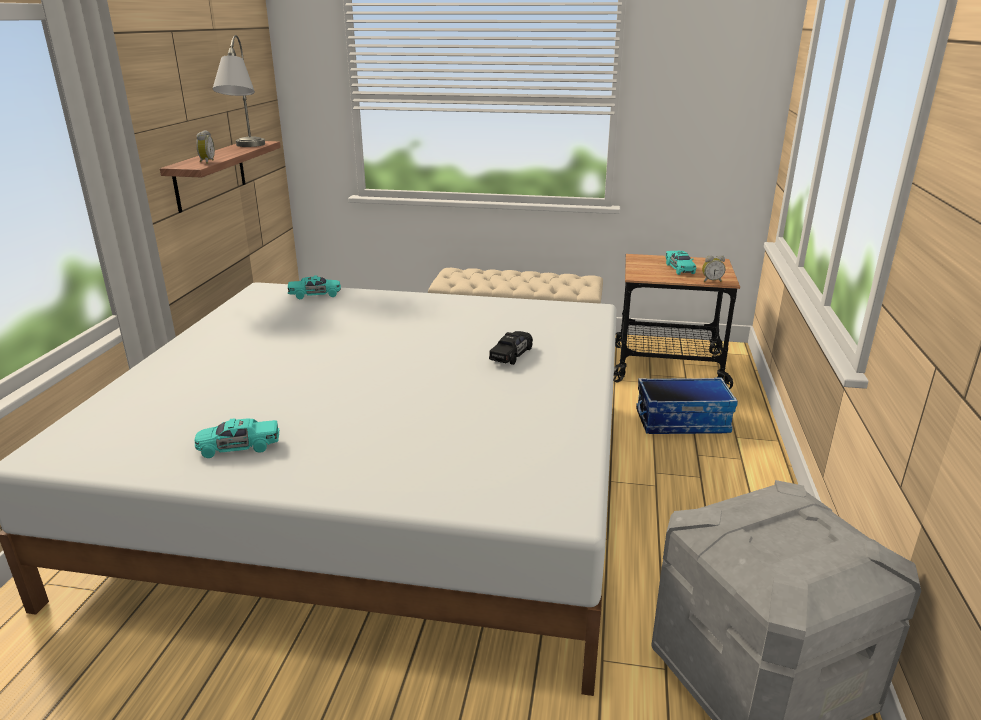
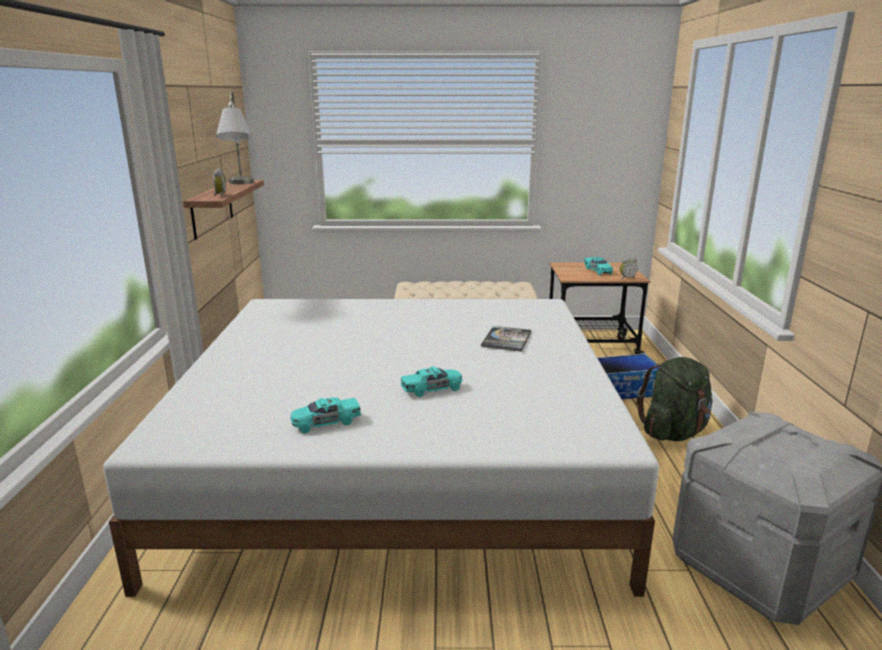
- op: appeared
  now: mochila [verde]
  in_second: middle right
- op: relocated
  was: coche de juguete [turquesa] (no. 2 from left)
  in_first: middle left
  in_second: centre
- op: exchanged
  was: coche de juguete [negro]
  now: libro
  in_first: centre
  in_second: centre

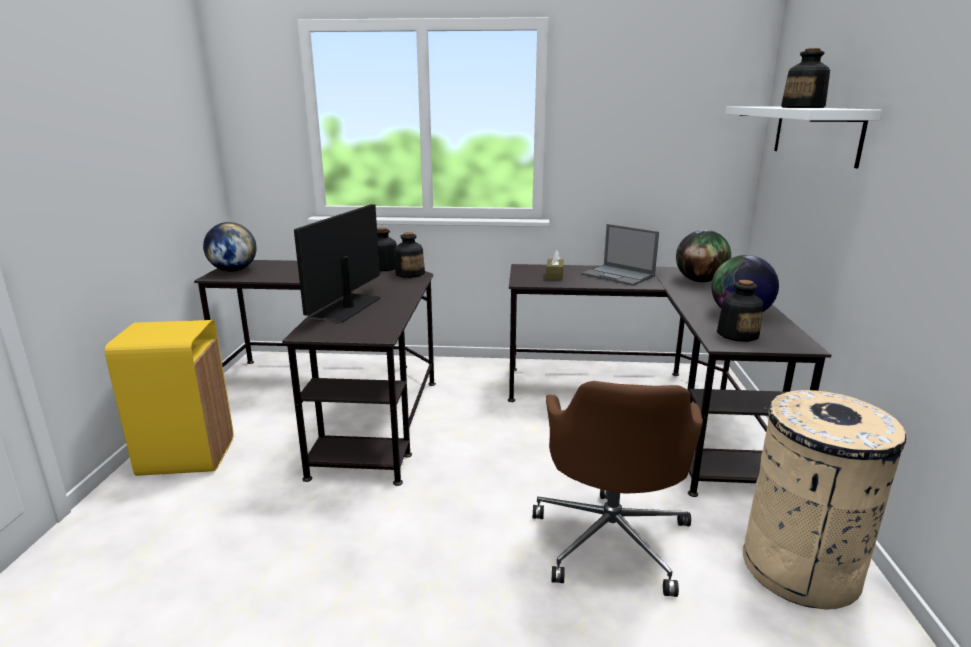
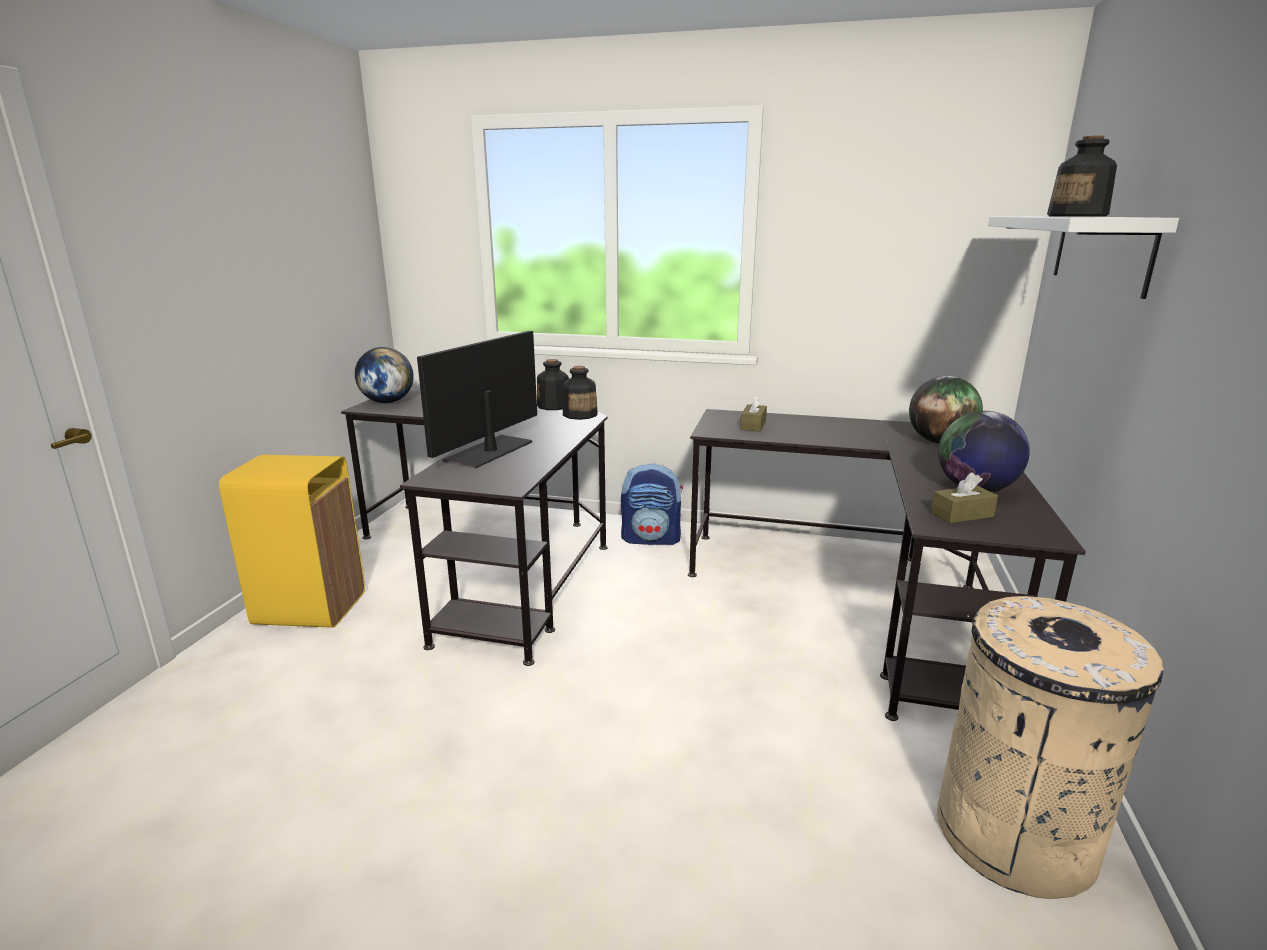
- op: missing
  was: silla de oficina [marrón]
  in_first: bottom centre
- op: missing
  was: portátil
  in_first: centre
- op: appeared
  now: mochila
  in_second: centre
- op: exchanged
  was: botella (no. 3 from left)
  now: caja de pañuelos [marrón] (no. 2 from left)
  in_first: middle right
  in_second: middle right

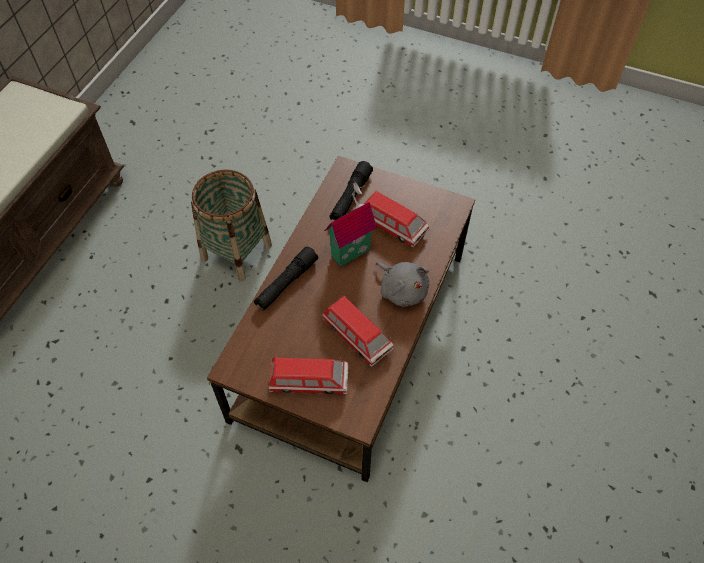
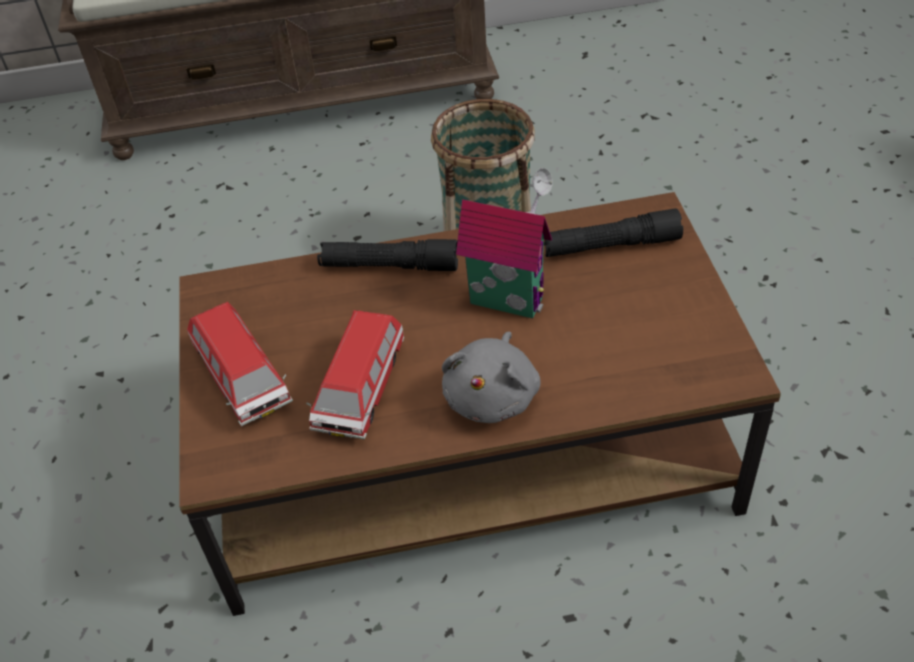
- op: missing
  was: coche de juguete (no. 3 from left)
  in_first: centre

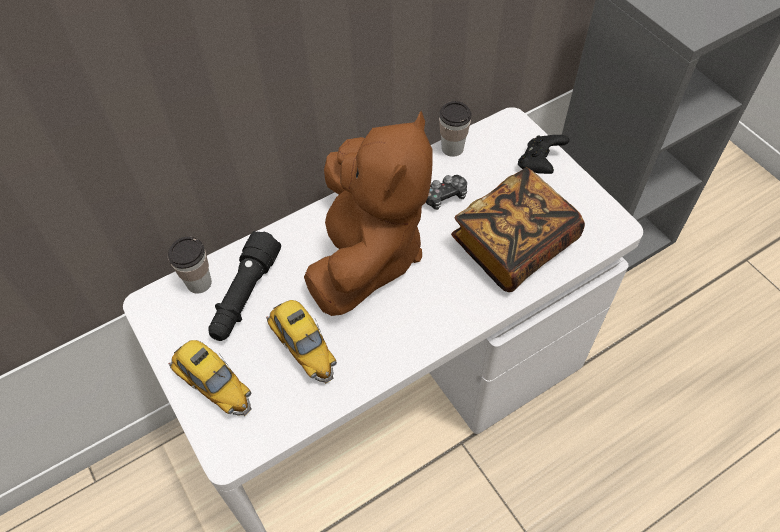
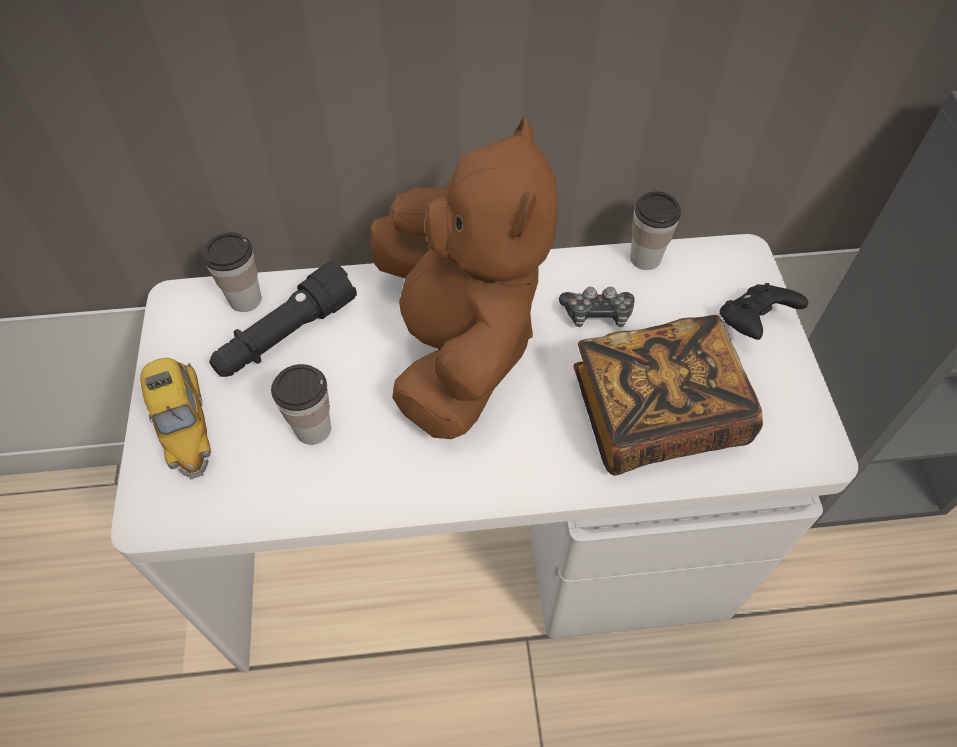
- op: exchanged
  was: coche de juguete (no. 2 from left)
  now: taza (no. 2 from left)
  in_first: centre
  in_second: middle left
- op: spun
  was: peluche [marrón]
  in_first: centre
  in_second: centre
  clockwise: -45

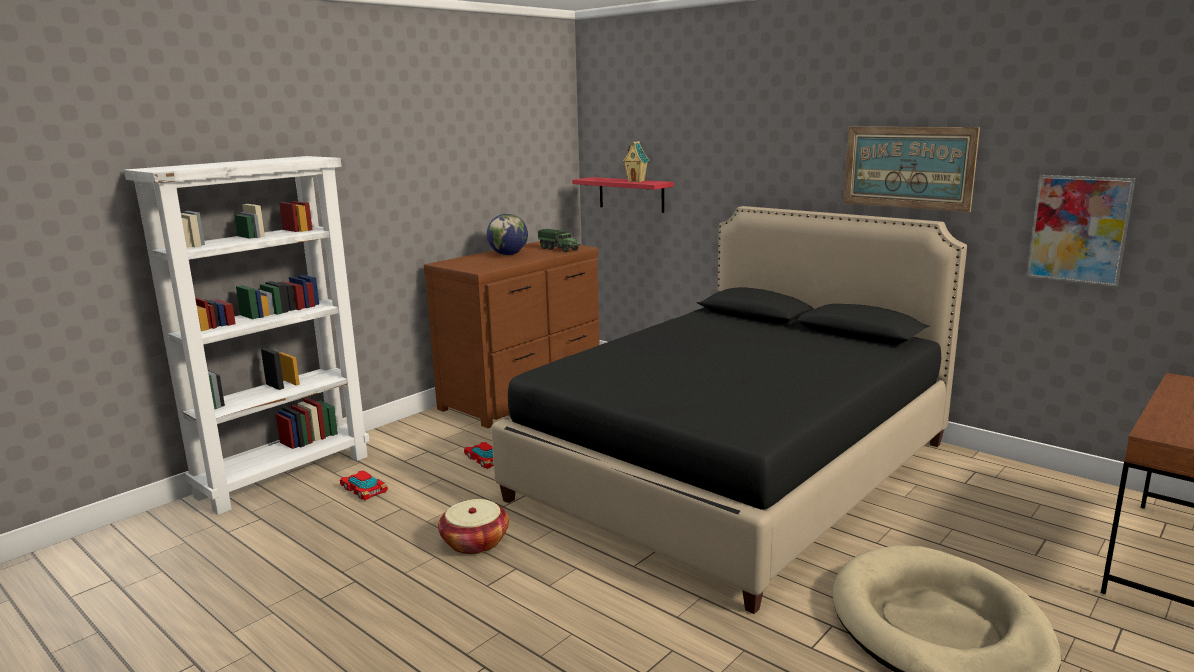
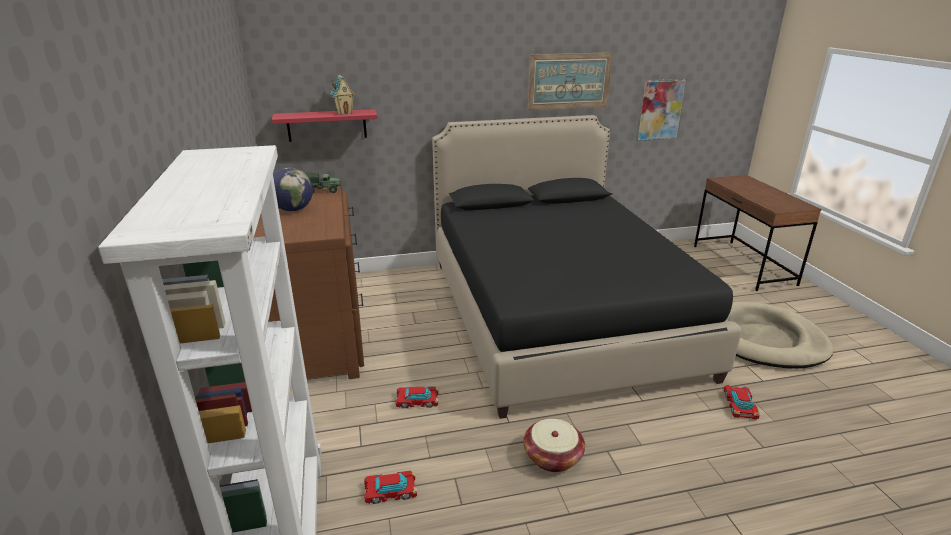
- op: appeared
  now: coche de juguete (no. 3 from left)
  in_second: bottom right

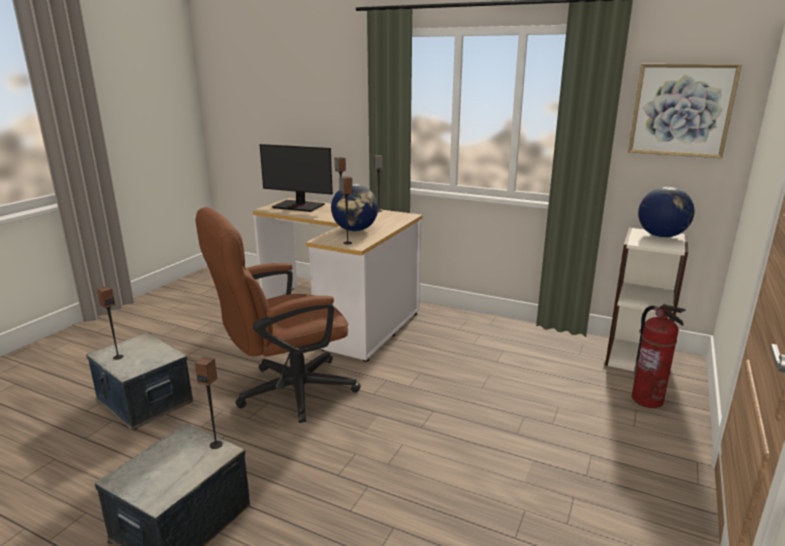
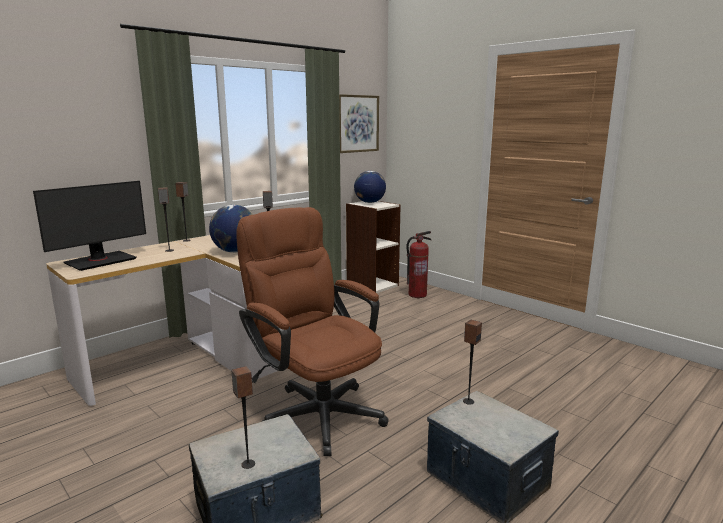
- op: spun
  was: silla de oficina [marrón]
  in_first: centre
  in_second: centre
  clockwise: 150

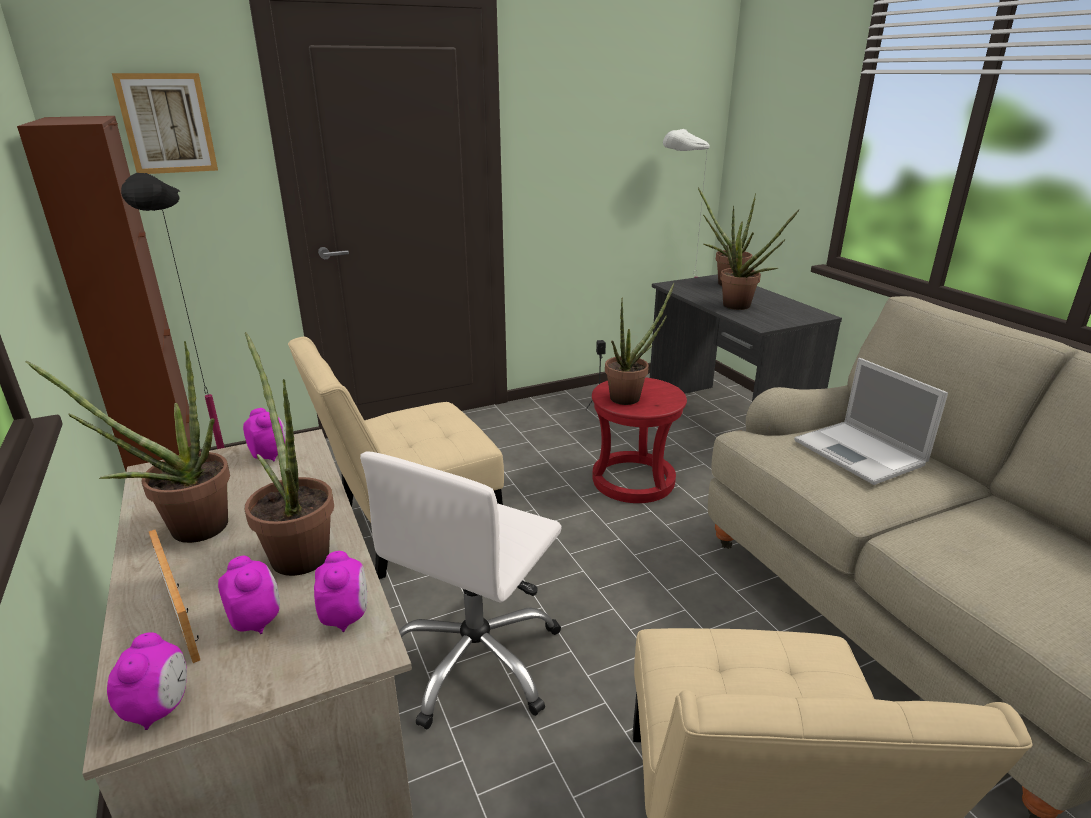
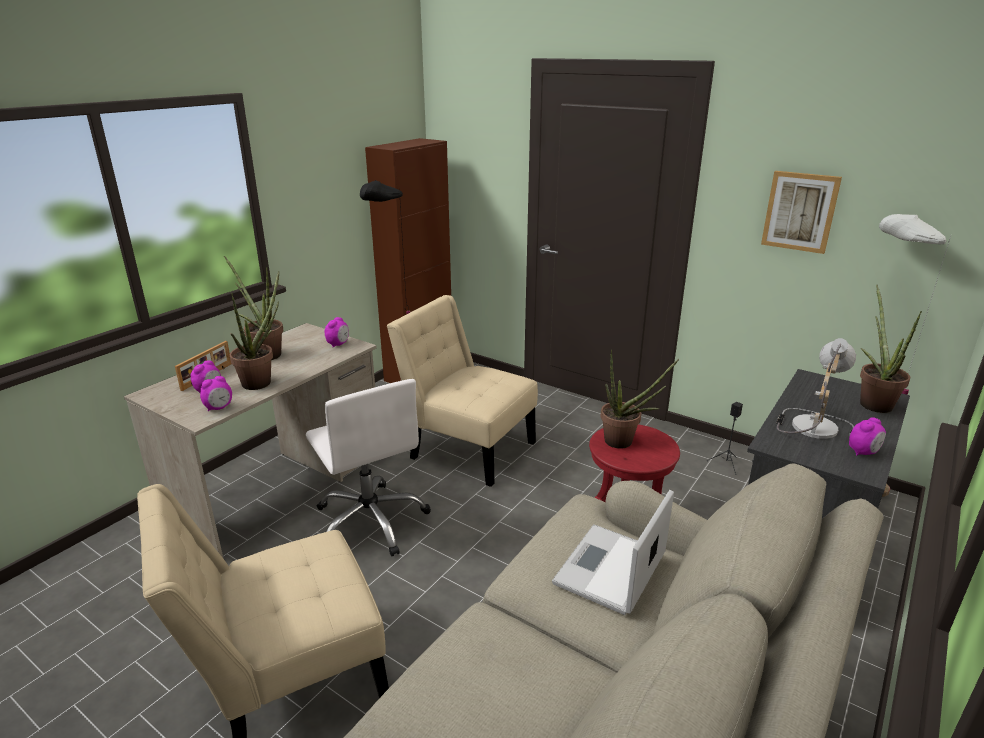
- op: relocated
  was: despertador (no. 1 from left in the first image)
  now: despertador (no. 4 from left)
  in_first: bottom left
  in_second: middle right
- op: relocated
  was: cuadro
  in_first: top left
  in_second: top right
- op: exchanged
  was: planta en maceta (no. 5 from left)
  now: lámpara de mesa
  in_first: top right
  in_second: middle right
- op: spun
  was: silla de oficina [blanco]
  in_first: bottom centre
  in_second: centre
  clockwise: -120

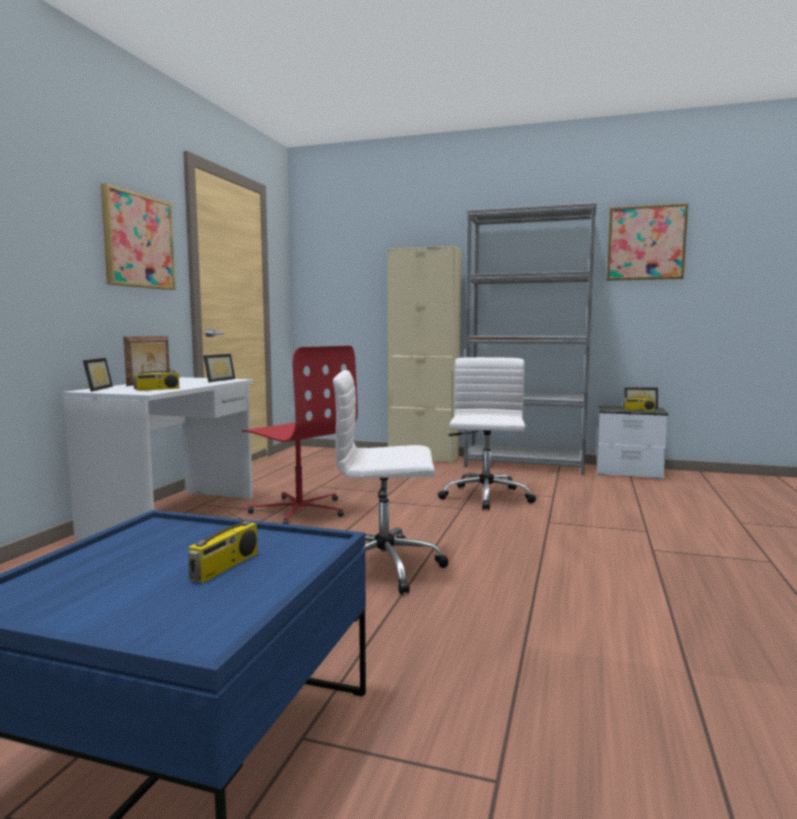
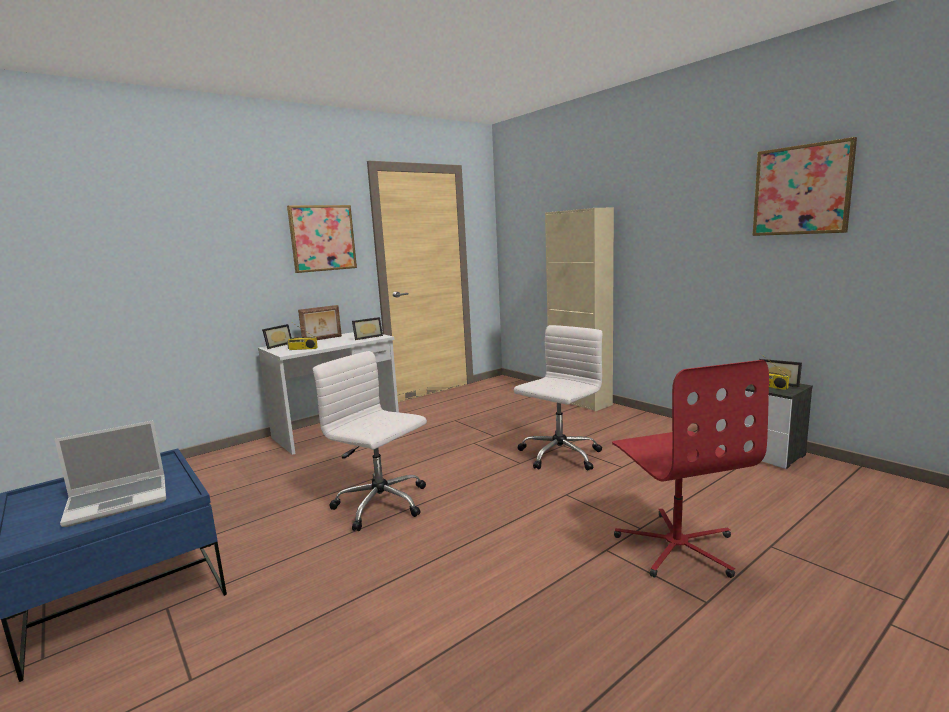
- op: missing
  was: estantería [gris]
  in_first: centre
- op: relocated
  was: silla de oficina [rojo]
  in_first: centre
  in_second: middle right
- op: exchanged
  was: radio (no. 2 from left)
  now: portátil
  in_first: middle left
  in_second: middle left

